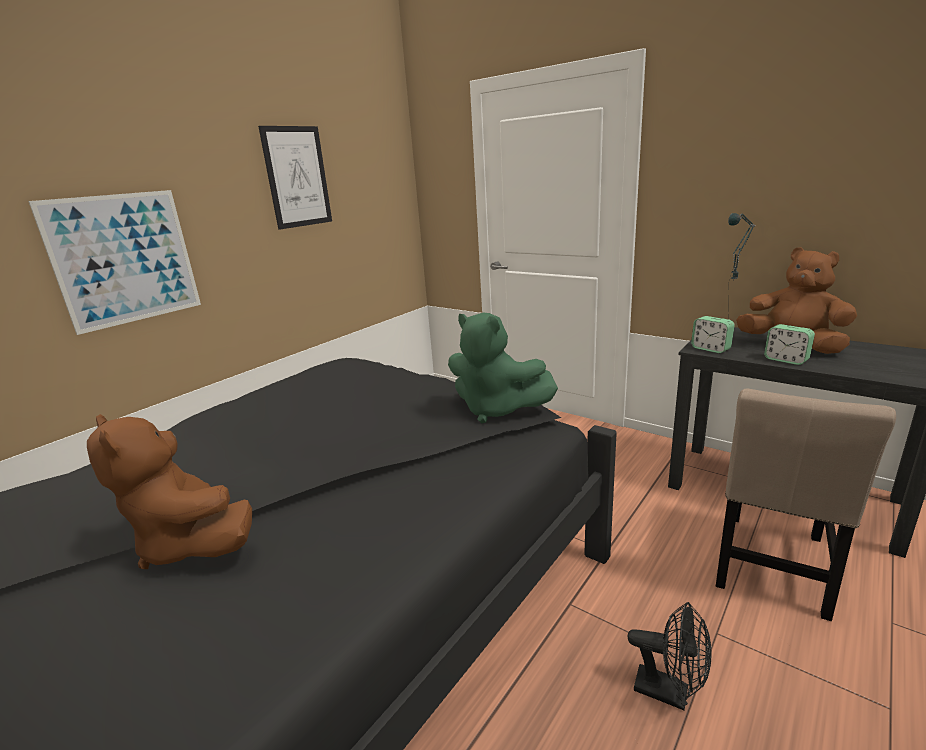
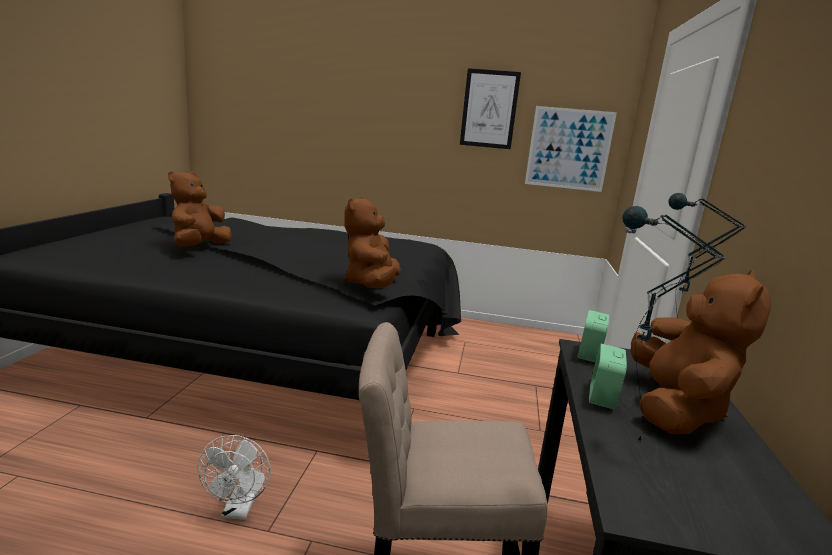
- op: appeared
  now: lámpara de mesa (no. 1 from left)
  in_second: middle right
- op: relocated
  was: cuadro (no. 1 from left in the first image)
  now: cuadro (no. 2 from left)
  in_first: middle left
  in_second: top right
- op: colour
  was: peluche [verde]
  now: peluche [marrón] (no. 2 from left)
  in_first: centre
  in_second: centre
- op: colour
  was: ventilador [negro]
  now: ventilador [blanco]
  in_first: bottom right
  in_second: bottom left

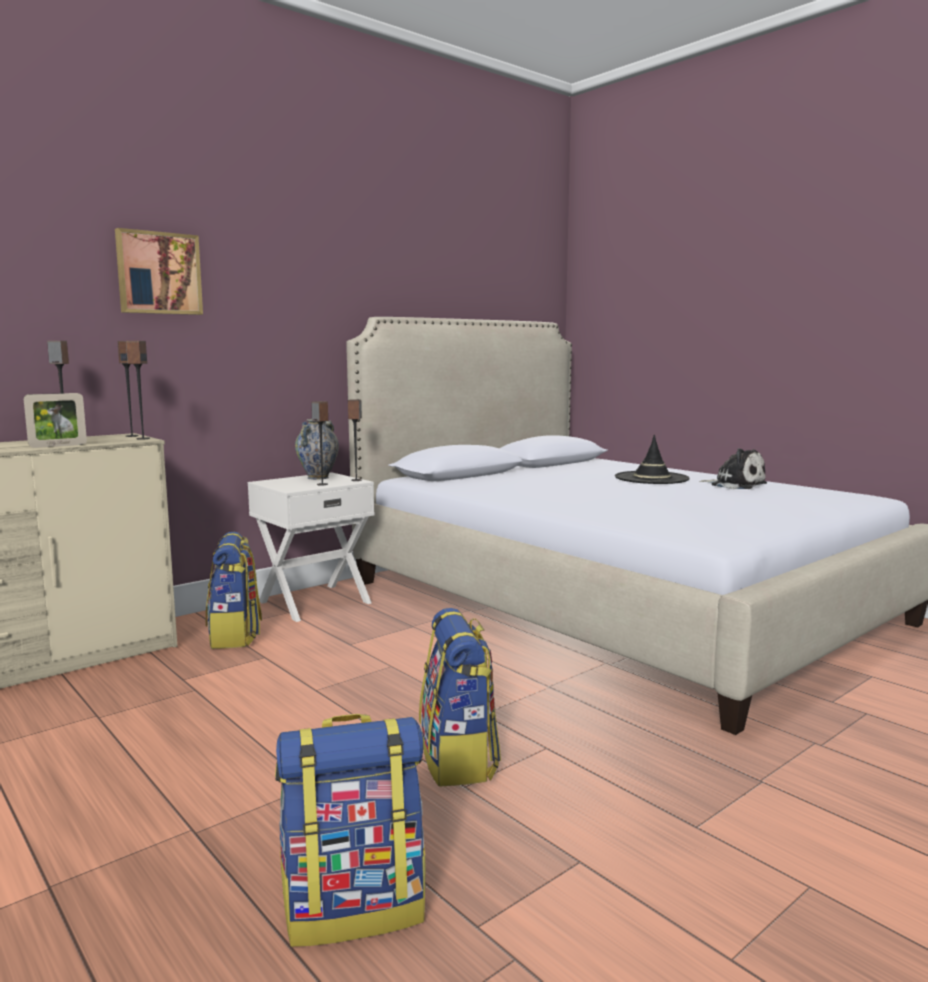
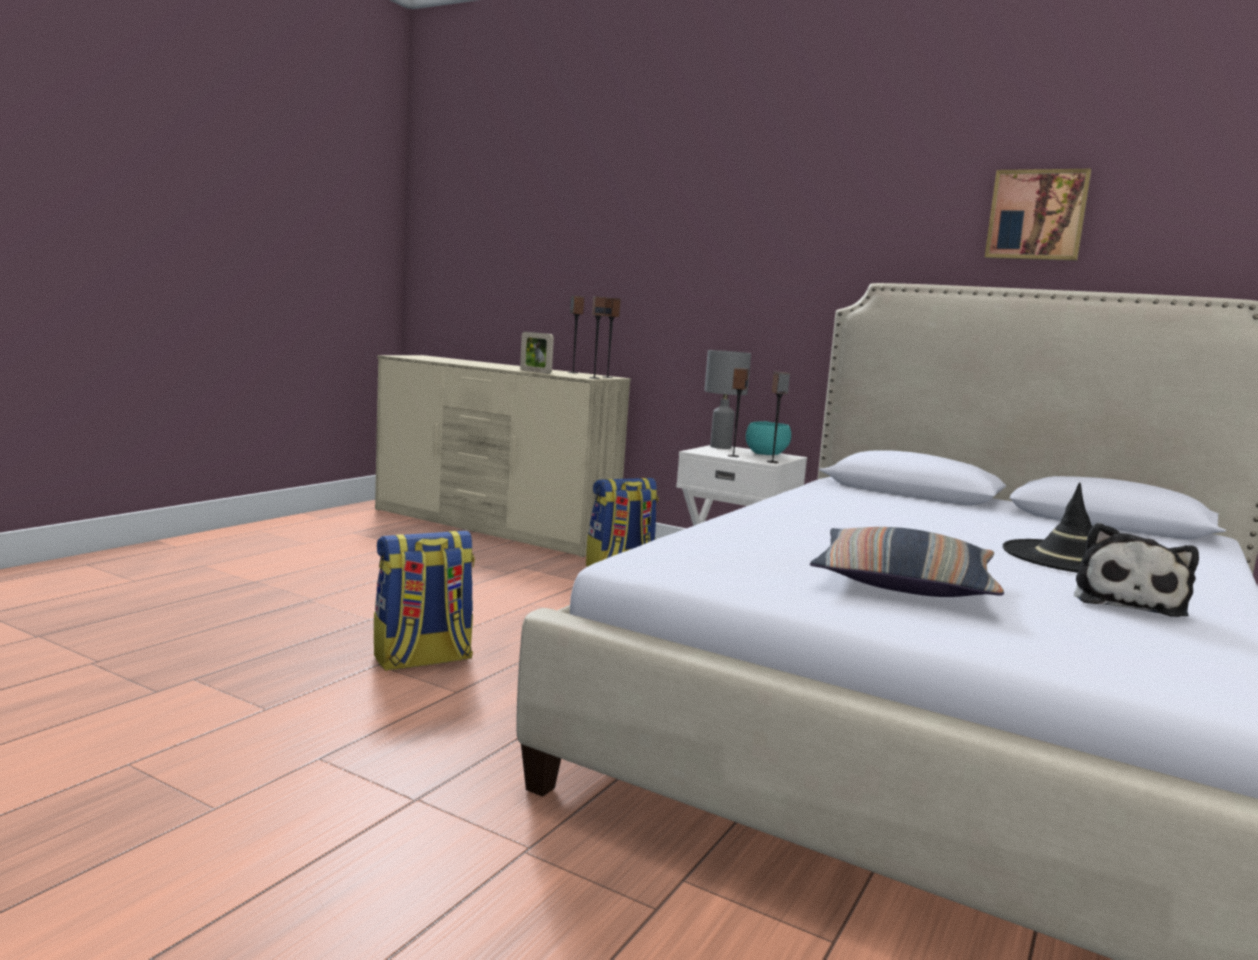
- op: missing
  was: mochila (no. 2 from left)
  in_first: bottom centre
- op: appeared
  now: lámpara de mesa [gris]
  in_second: centre
- op: appeared
  now: cojín
  in_second: middle right
- op: relocated
  was: cuadro
  in_first: top left
  in_second: top right
- op: exchanged
  was: florero
  now: cuenco [turquesa]
  in_first: centre
  in_second: centre

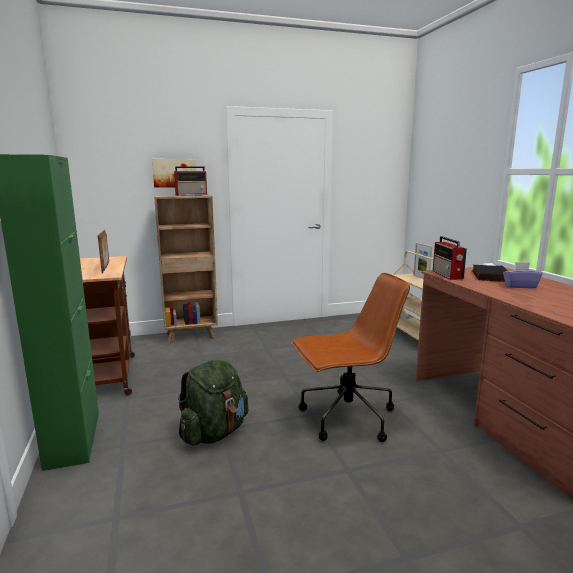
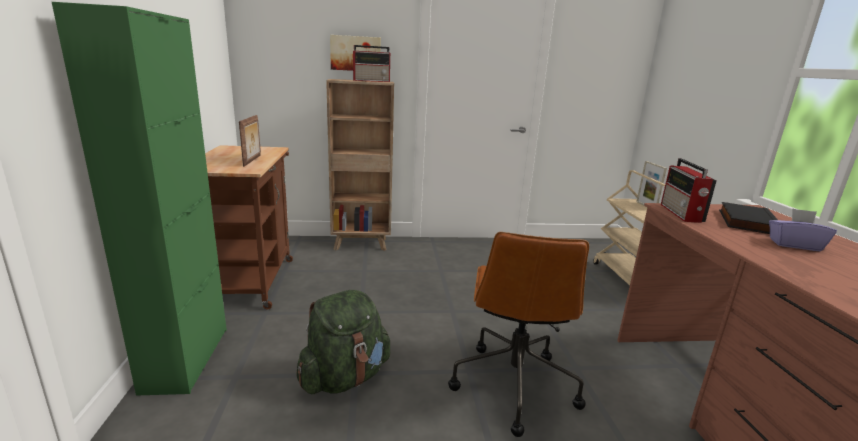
- op: spun
  was: silla de oficina [marrón]
  in_first: centre
  in_second: bottom centre
  clockwise: 105

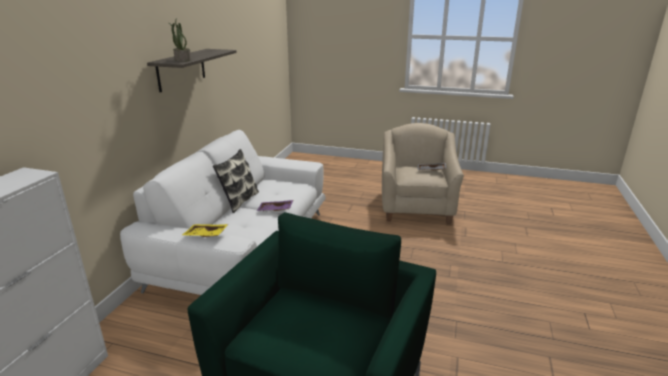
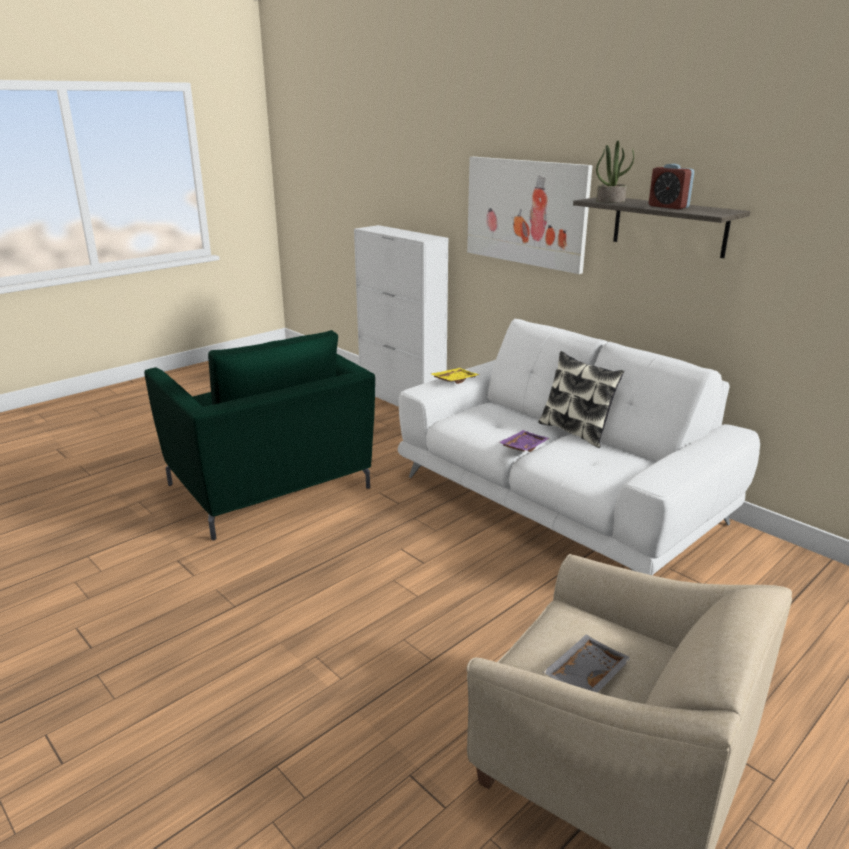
- op: appeared
  now: cuadro
  in_second: top centre
- op: appeared
  now: despertador
  in_second: top right

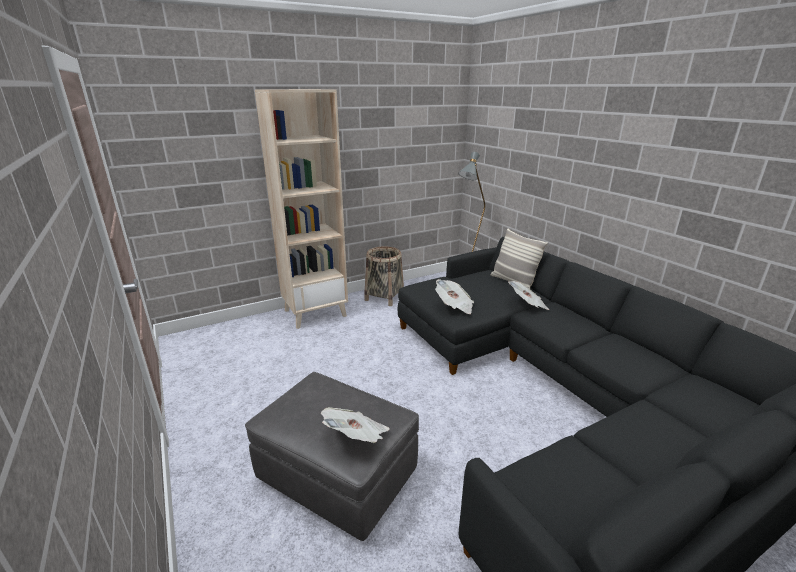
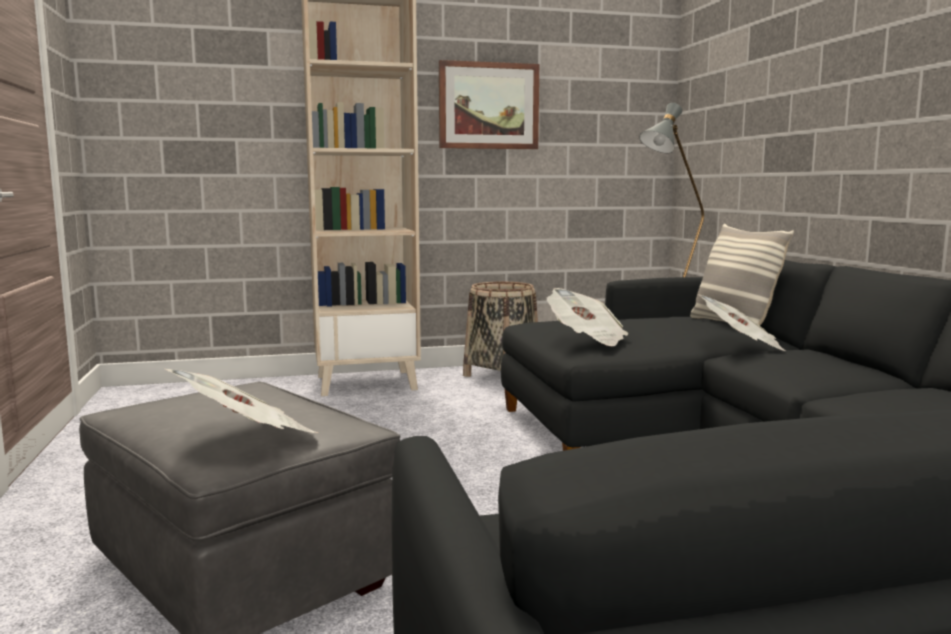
- op: appeared
  now: cuadro
  in_second: top centre

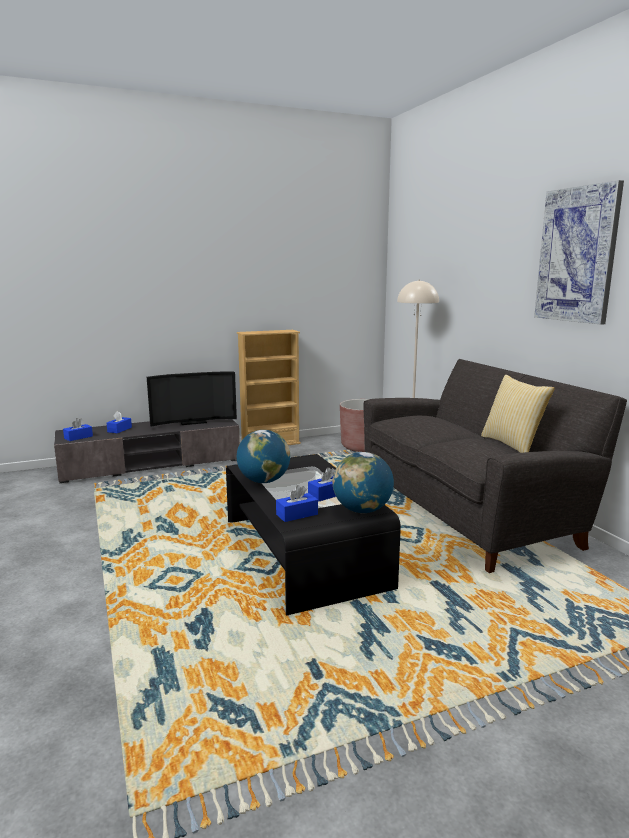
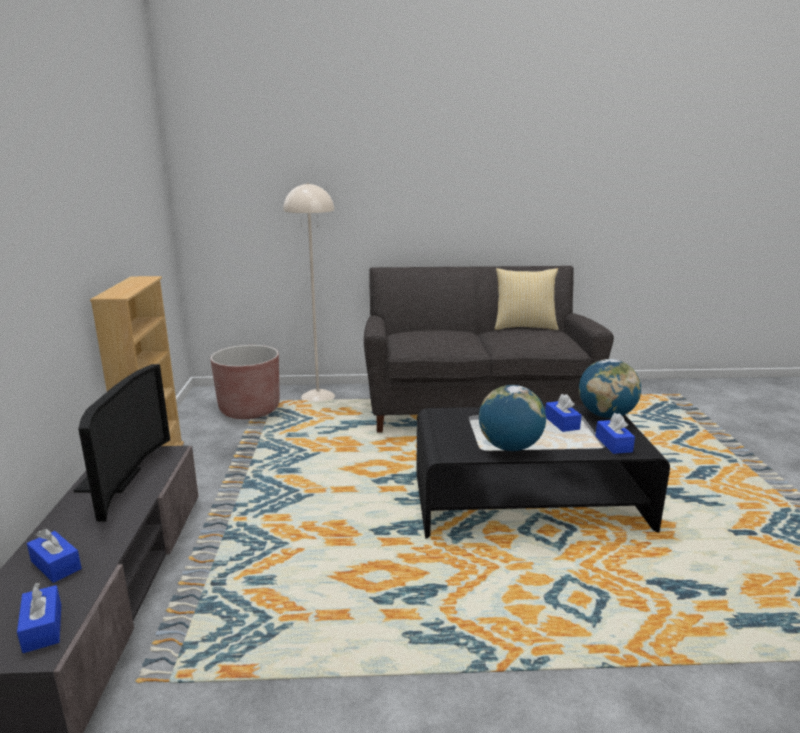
- op: missing
  was: cuadro
  in_first: top right

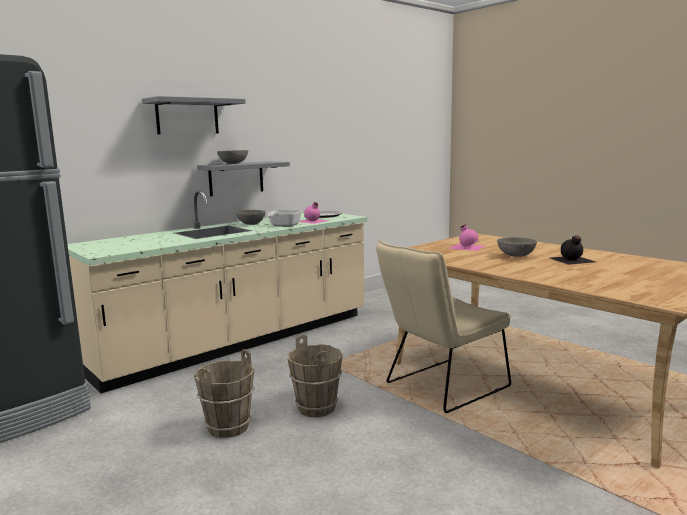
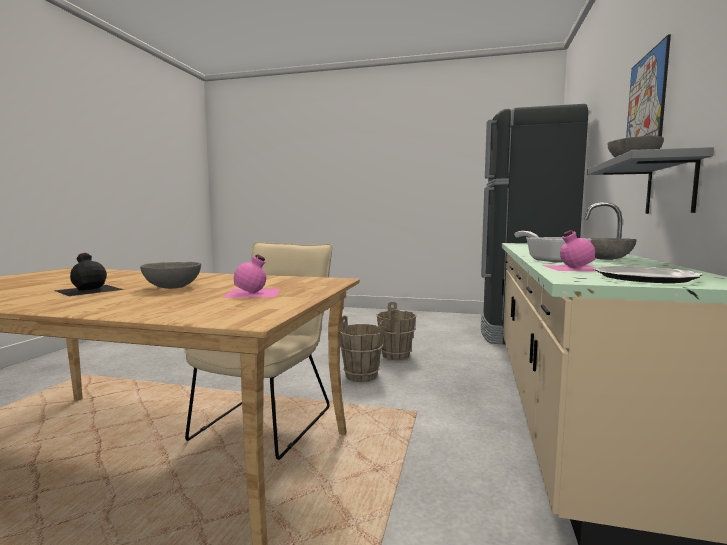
- op: exchanged
  was: estante [gris] (no. 1 from left)
  now: cuadro
  in_first: top left
  in_second: top right

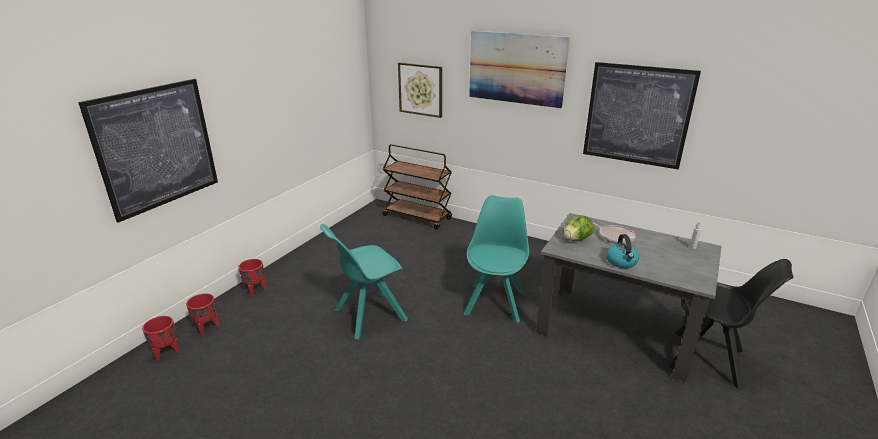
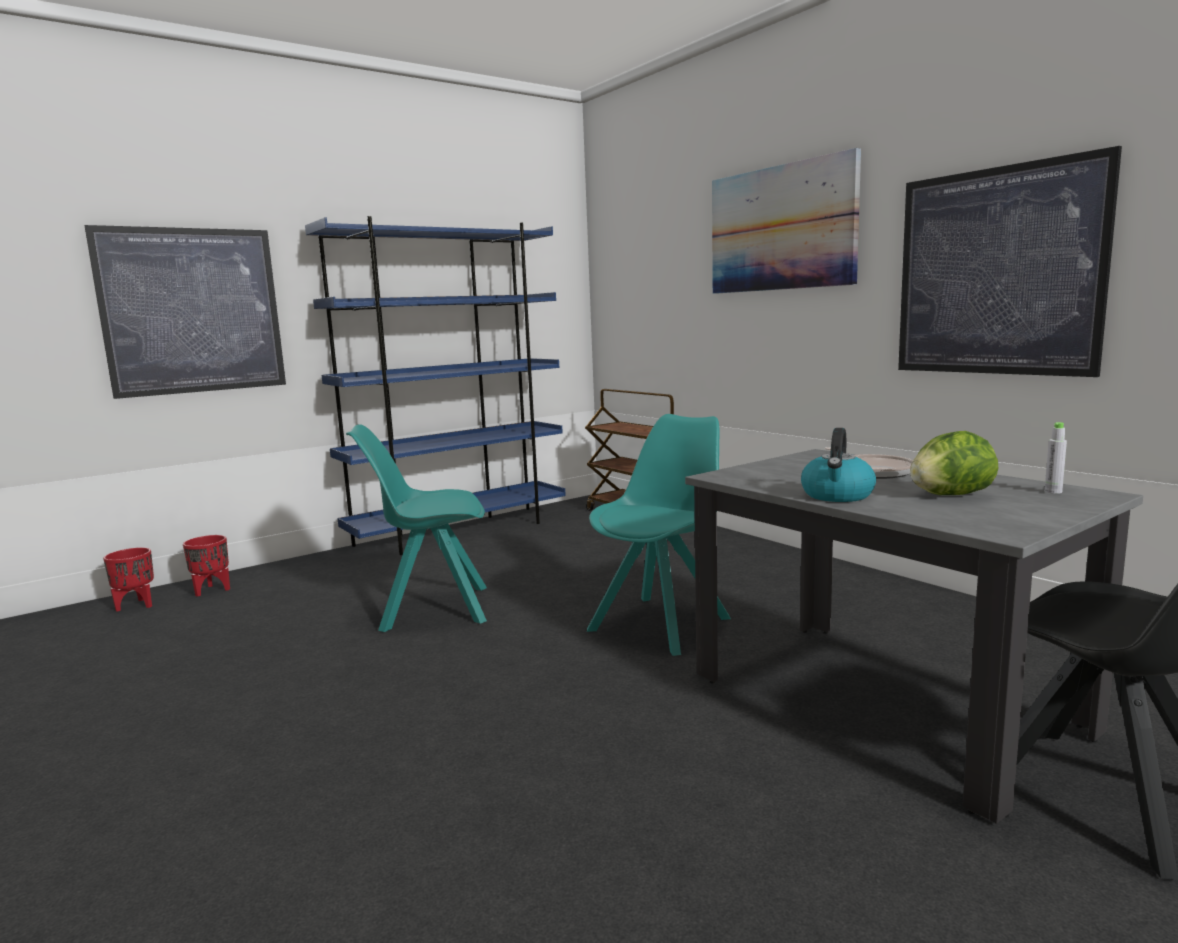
- op: missing
  was: maceta [rojo] (no. 3 from left)
  in_first: middle left
- op: missing
  was: cuadro (no. 2 from left)
  in_first: top centre
- op: appeared
  now: estantería [azul]
  in_second: centre
- op: relocated
  was: lechuga
  in_first: centre
  in_second: middle right

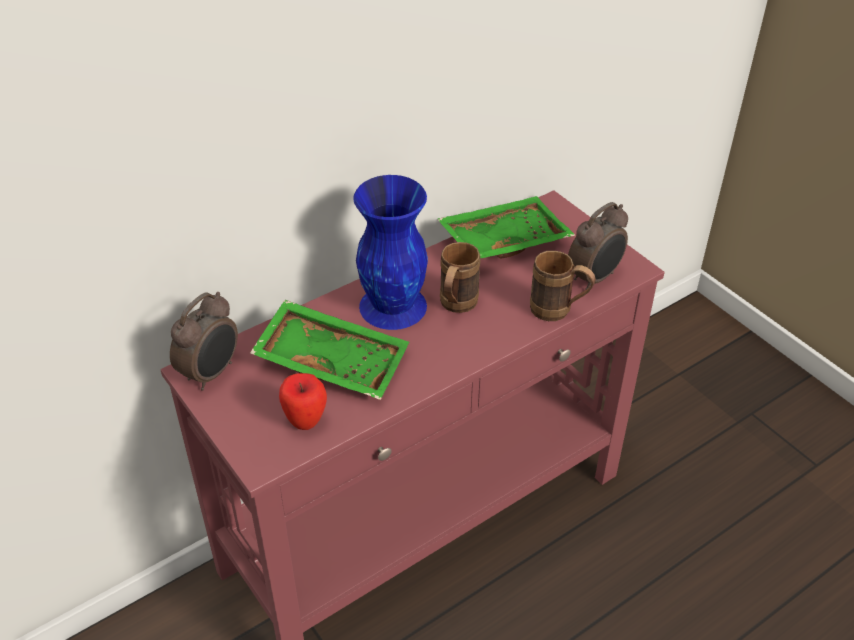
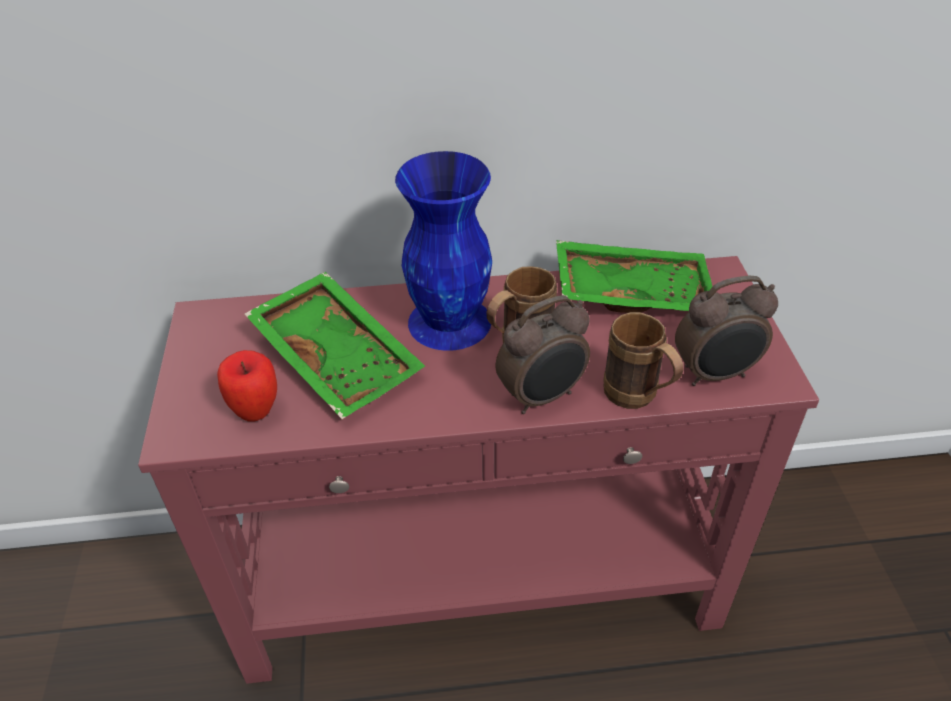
- op: relocated
  was: despertador (no. 1 from left)
  in_first: middle left
  in_second: centre

